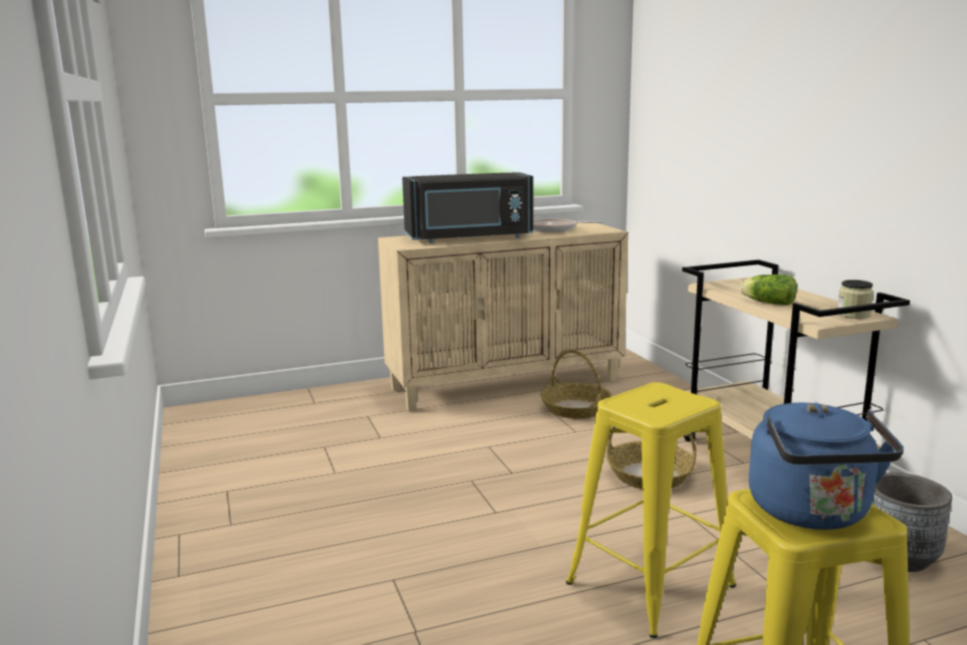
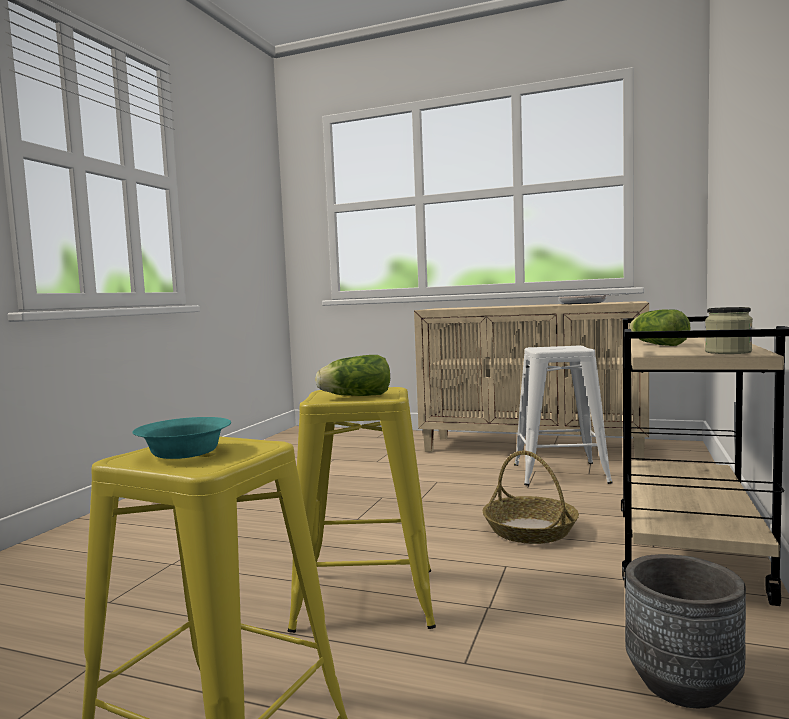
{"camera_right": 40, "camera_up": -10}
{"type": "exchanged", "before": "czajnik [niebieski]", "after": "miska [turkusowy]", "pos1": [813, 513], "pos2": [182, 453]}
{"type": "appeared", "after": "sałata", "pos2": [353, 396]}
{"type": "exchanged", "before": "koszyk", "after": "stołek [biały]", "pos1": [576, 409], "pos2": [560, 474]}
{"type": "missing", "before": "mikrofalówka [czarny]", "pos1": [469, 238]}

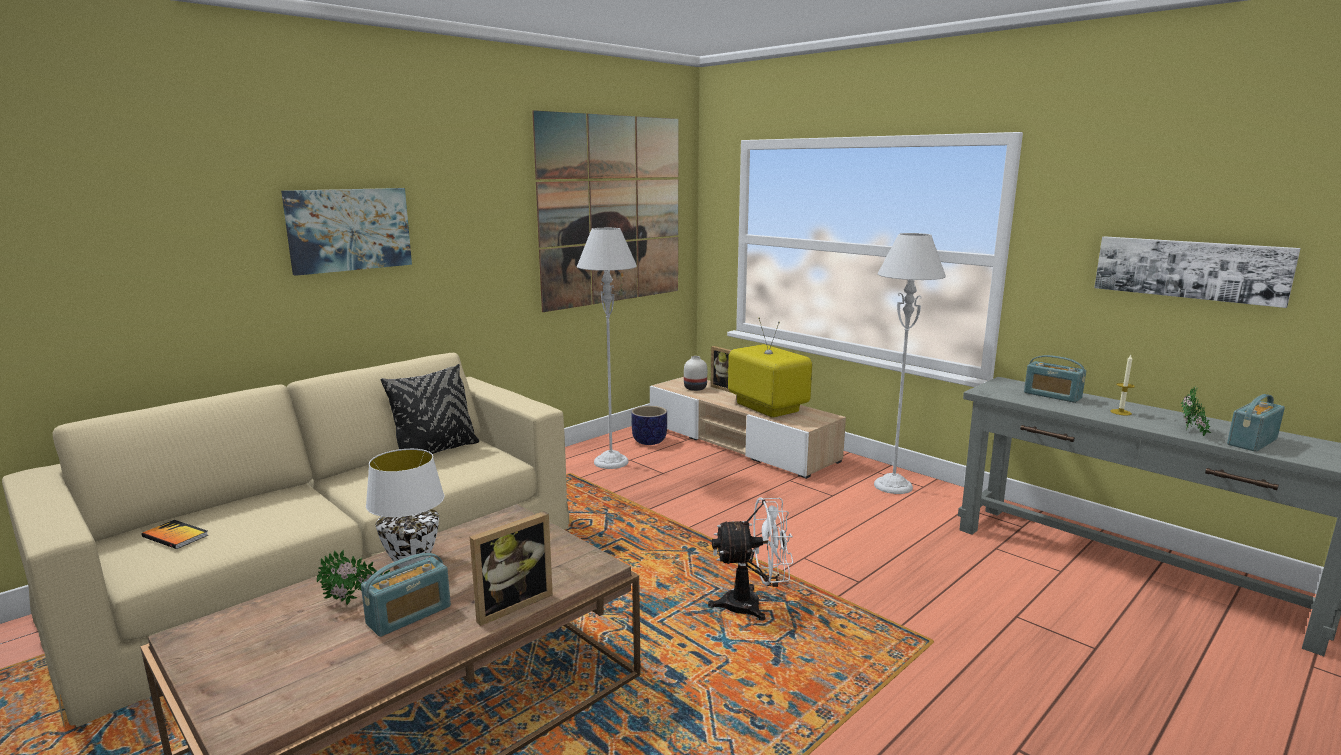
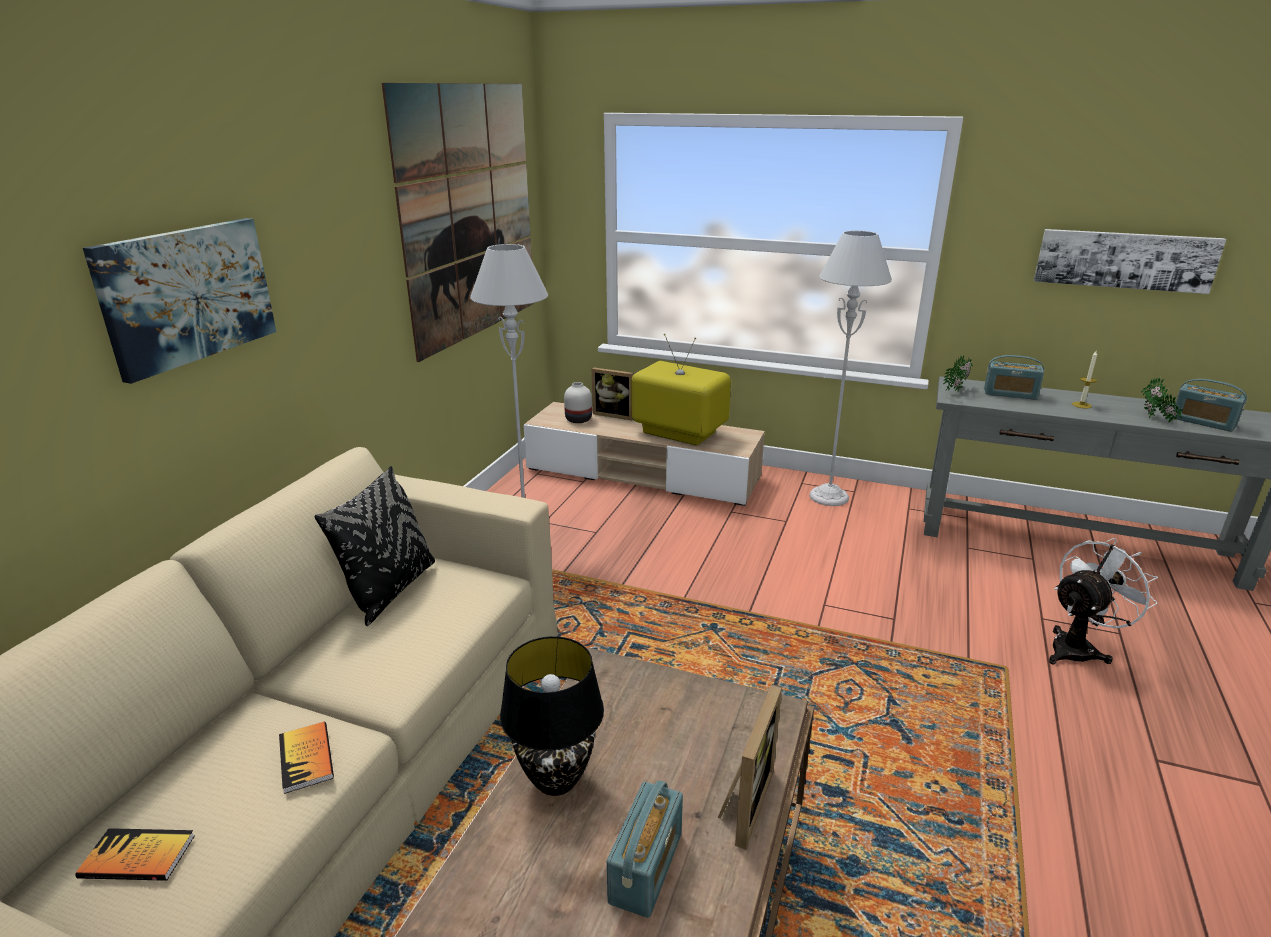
{"camera_right": -25, "camera_up": 10}
{"type": "appeared", "after": "książka", "pos2": [306, 758]}
{"type": "colour", "before": "lampa stołowa [biały]", "after": "lampa stołowa [czarny]", "pos1": [411, 561], "pos2": [556, 781]}
{"type": "relocated", "before": "roślina doniczkowa", "pos1": [356, 601], "pos2": [957, 390]}
{"type": "relocated", "before": "wentylator [biały]", "pos1": [752, 605], "pos2": [1078, 648]}
{"type": "spun", "before": "radio", "pos1": [1251, 442], "pos2": [1203, 422], "turn": -75}
{"type": "missing", "before": "donica", "pos1": [649, 441]}

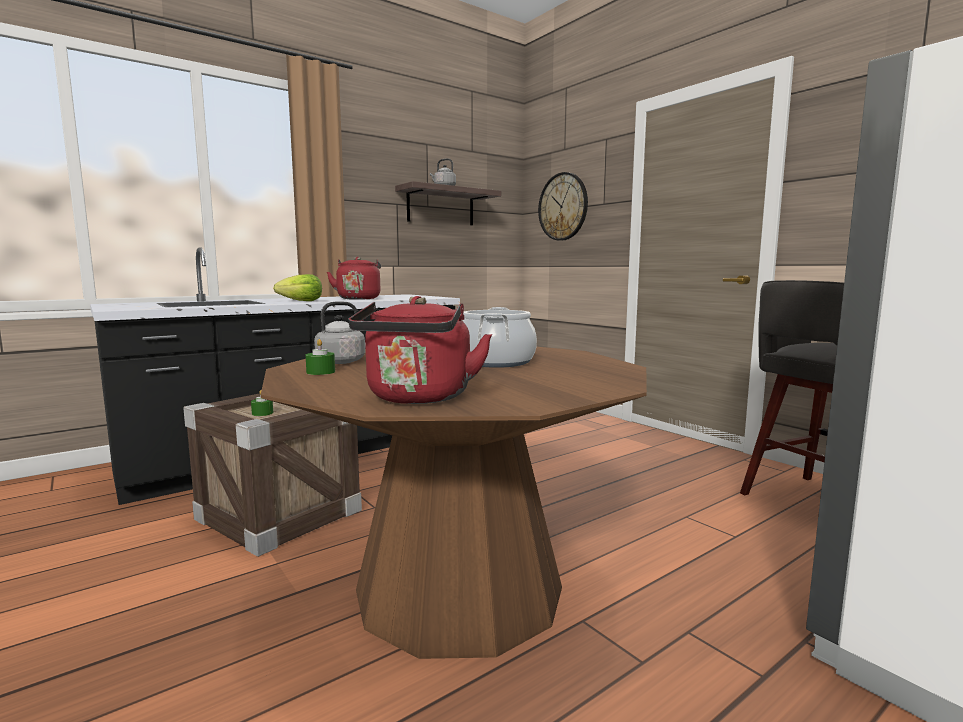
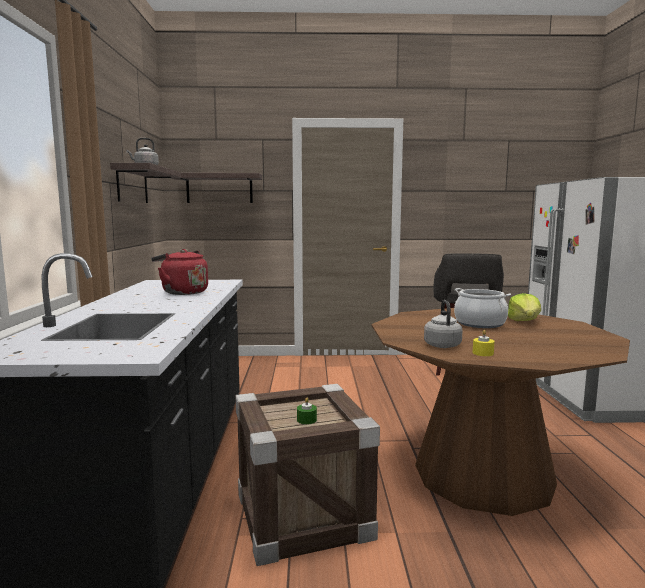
{"camera_right": -55, "camera_up": 0}
{"type": "exchanged", "before": "zegar ścienny", "after": "półka", "pos1": [563, 207], "pos2": [219, 189]}
{"type": "colour", "before": "świeca [zielony]", "after": "świeca [żółty]", "pos1": [320, 372], "pos2": [483, 353]}
{"type": "relocated", "before": "sałata", "pos1": [301, 301], "pos2": [524, 321]}
{"type": "missing", "before": "czajnik [czerwony]", "pos1": [418, 398]}

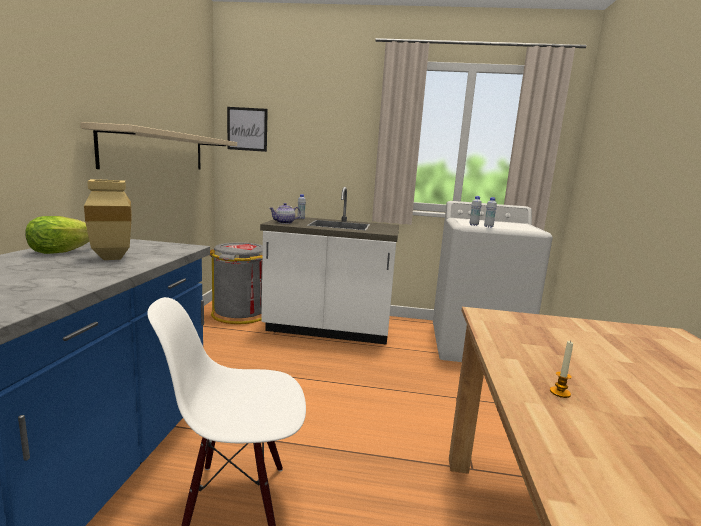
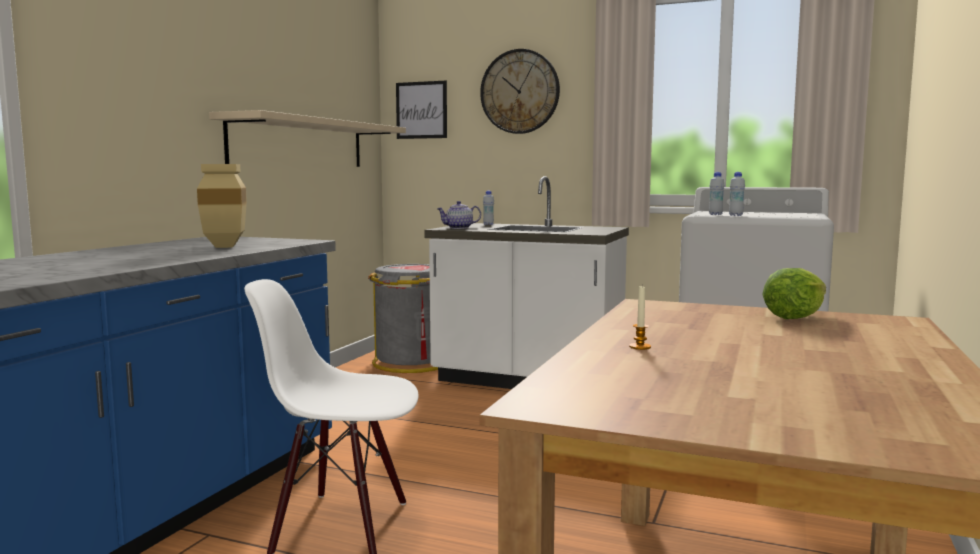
{"camera_right": 15, "camera_up": -5}
{"type": "appeared", "after": "zegar ścienny", "pos2": [520, 91]}
{"type": "relocated", "before": "sałata", "pos1": [60, 252], "pos2": [794, 317]}

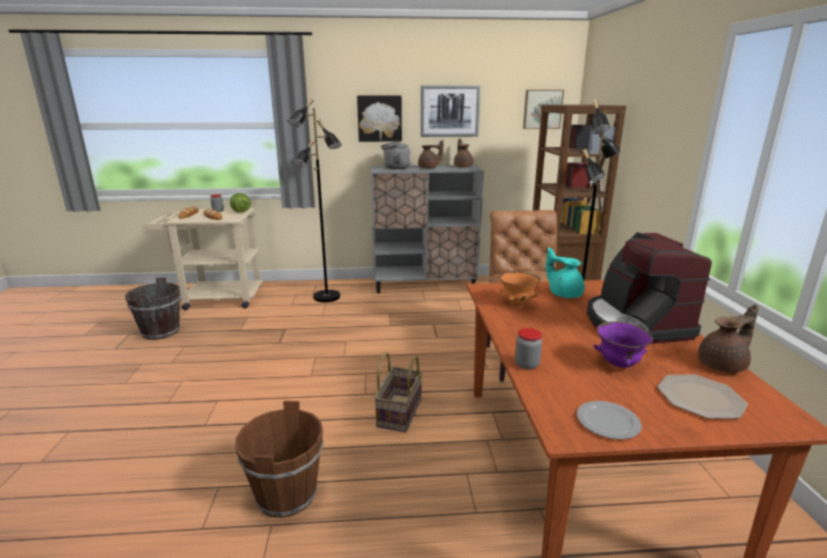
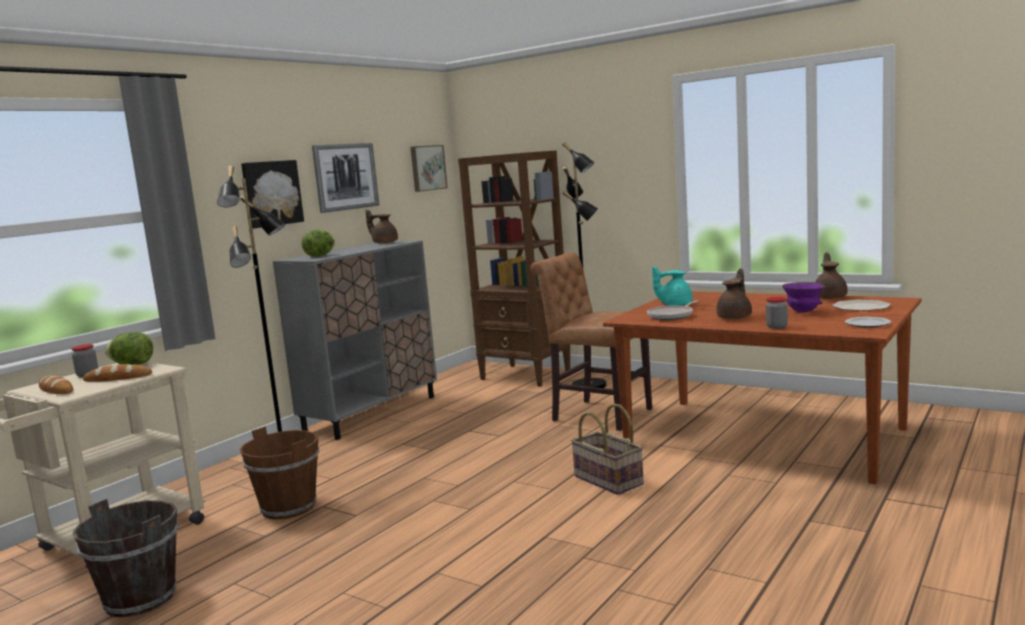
{"camera_right": -50, "camera_up": -10}
{"type": "relocated", "before": "wiadro [brązowy]", "pos1": [287, 495], "pos2": [289, 507]}
{"type": "exchanged", "before": "czajnik [szary]", "after": "sałata", "pos1": [395, 168], "pos2": [320, 255]}
{"type": "exchanged", "before": "miska [pomarańczowy]", "after": "patelnia", "pos1": [518, 303], "pos2": [672, 316]}
{"type": "relocated", "before": "imbryk [brązowy]", "pos1": [429, 168], "pos2": [735, 317]}
{"type": "missing", "before": "ekspres do kawy", "pos1": [635, 323]}

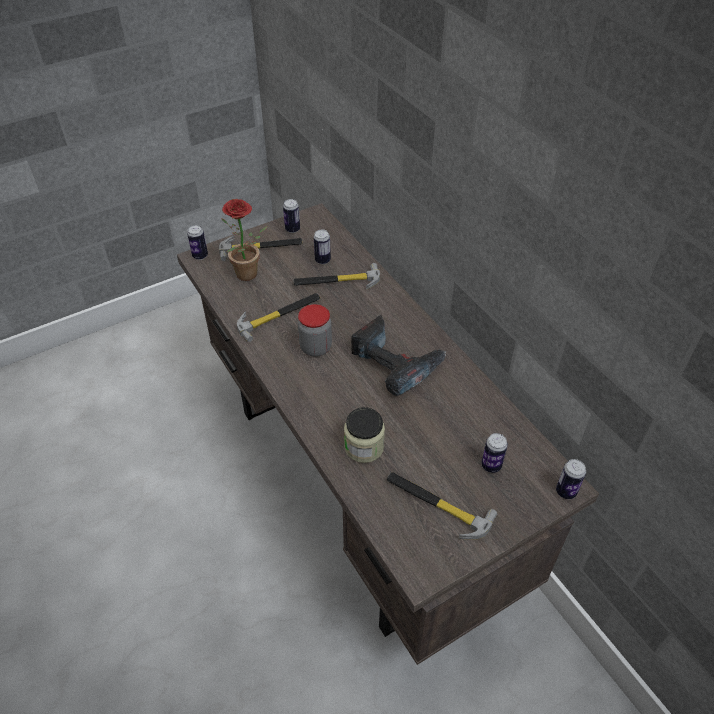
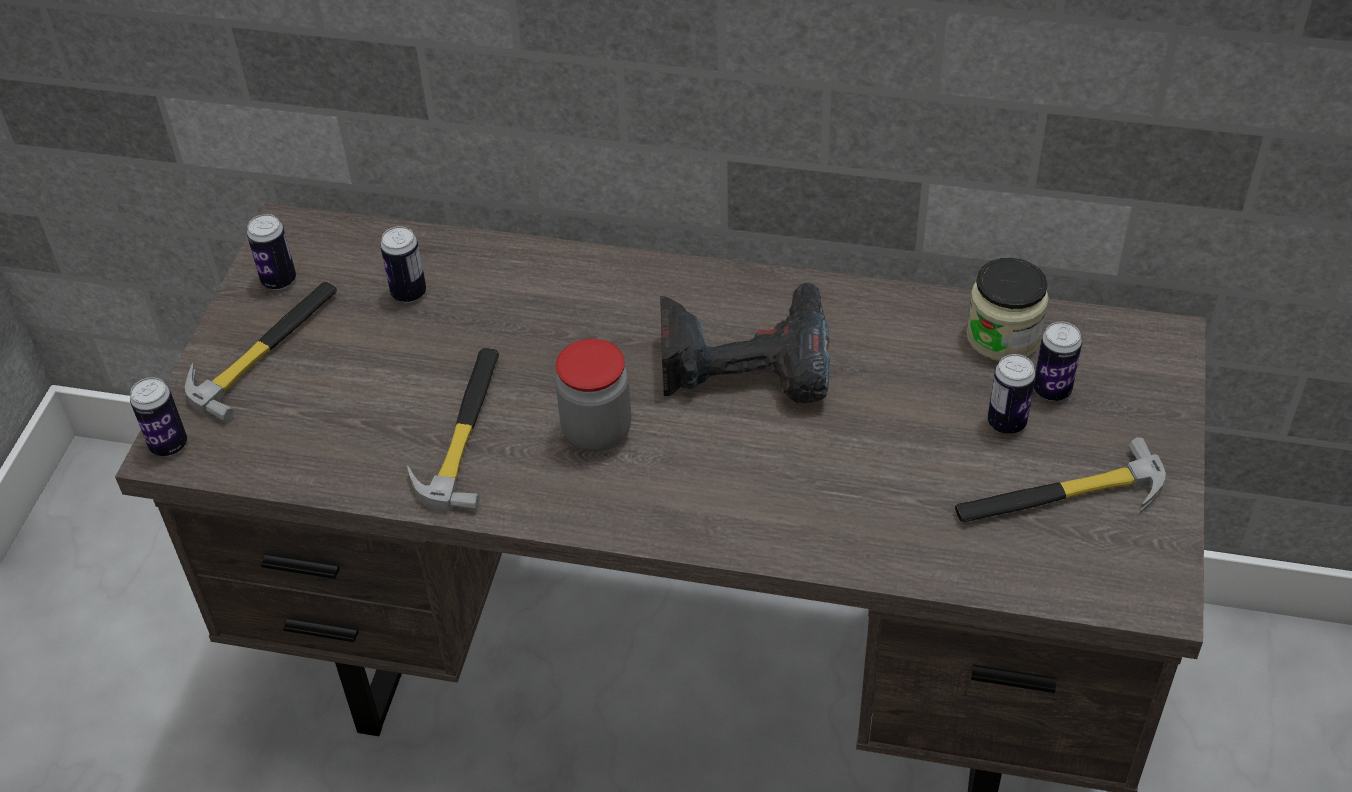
{"camera_right": -45, "camera_up": 0}
{"type": "relocated", "before": "słoik", "pos1": [364, 447], "pos2": [1003, 336]}
{"type": "relocated", "before": "puszka", "pos1": [566, 491], "pos2": [1006, 423]}
{"type": "missing", "before": "roślina doniczkowa", "pos1": [248, 277]}
{"type": "missing", "before": "młotek", "pos1": [337, 281]}

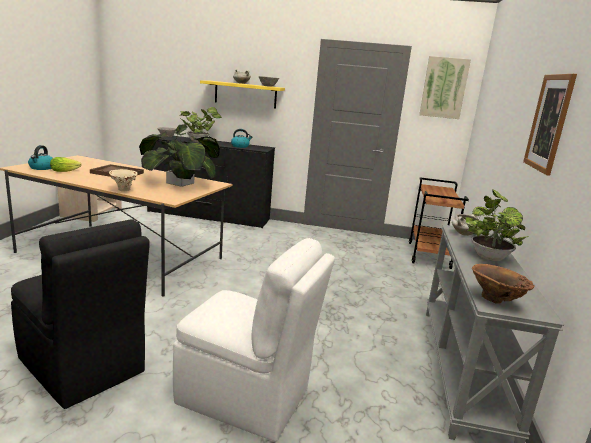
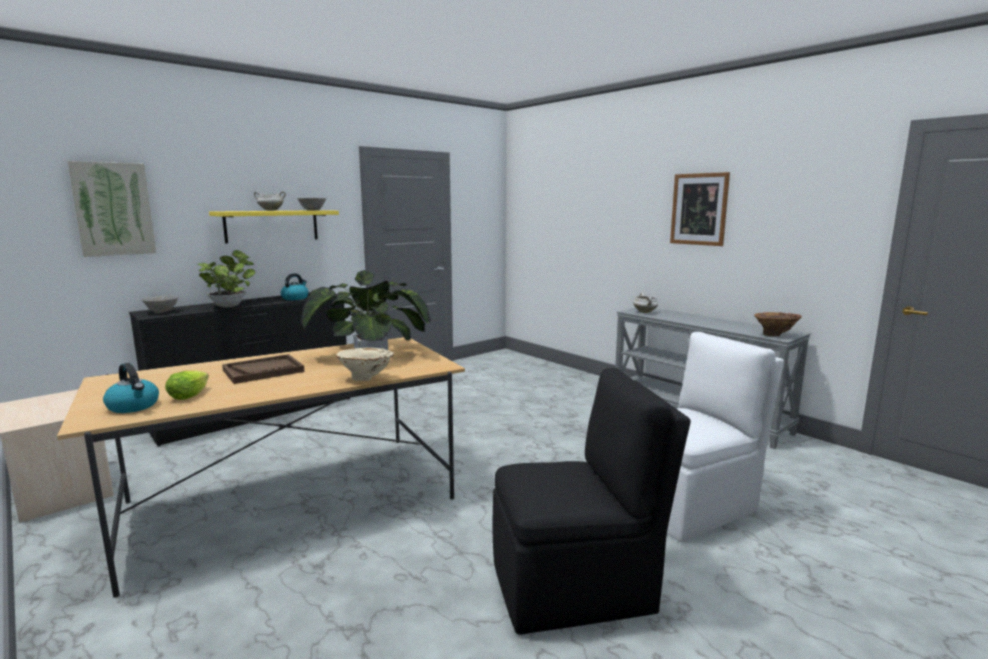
{"camera_right": -50, "camera_up": -5}
{"type": "relocated", "before": "obraz", "pos1": [444, 88], "pos2": [113, 209]}
{"type": "missing", "before": "wózek [brązowy]", "pos1": [429, 255]}
{"type": "missing", "before": "roślina doniczkowa", "pos1": [488, 256]}

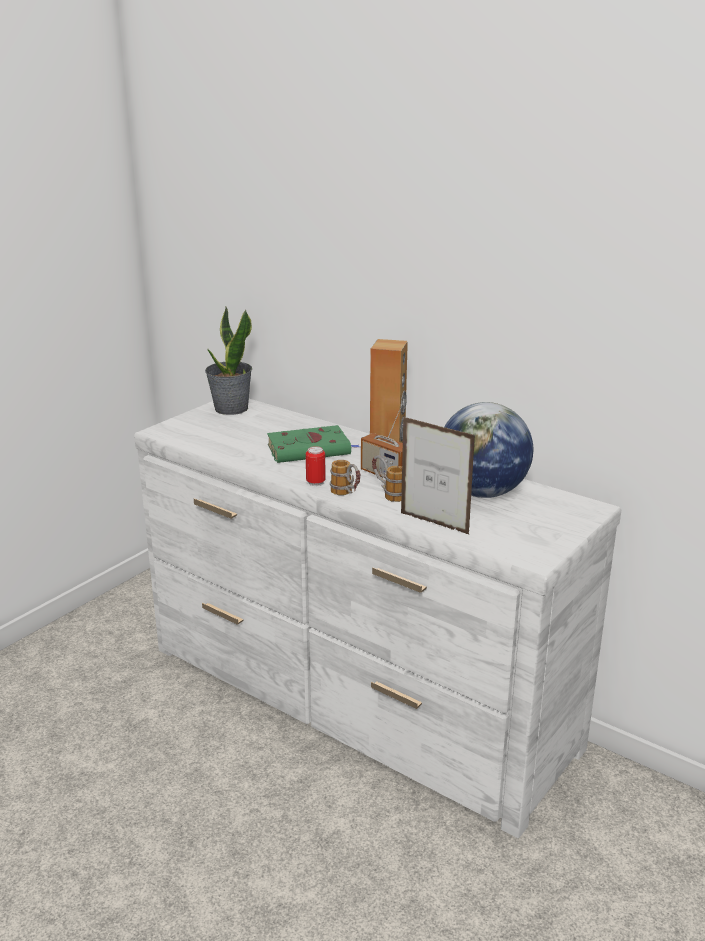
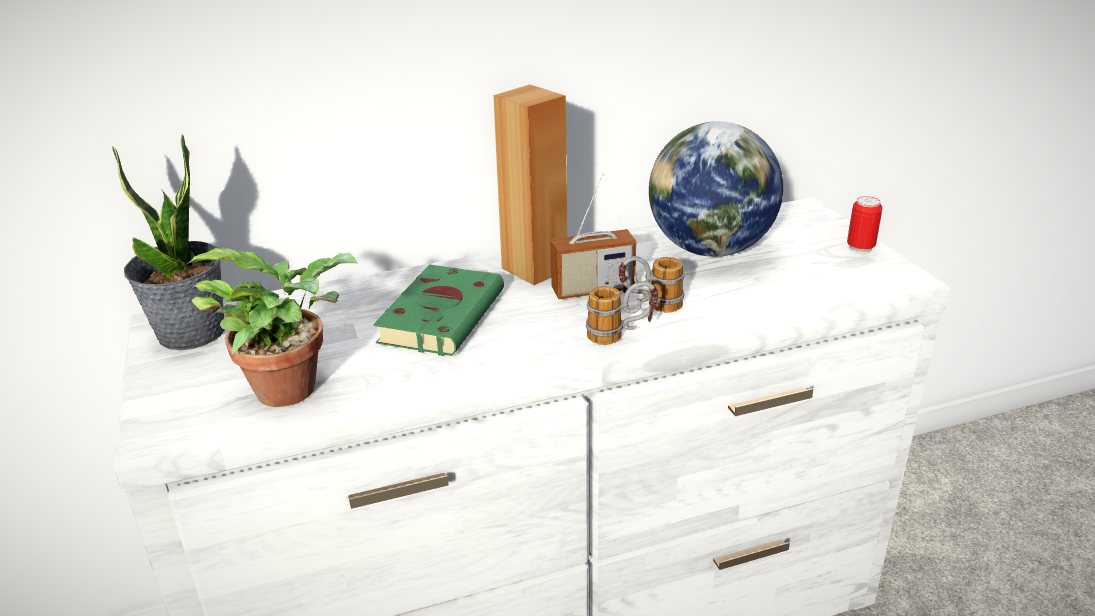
{"camera_right": -55, "camera_up": 5}
{"type": "appeared", "after": "roślina doniczkowa", "pos2": [295, 388]}
{"type": "relocated", "before": "puszka", "pos1": [315, 482], "pos2": [860, 248]}
{"type": "missing", "before": "ramka na zdjęcie", "pos1": [434, 523]}

